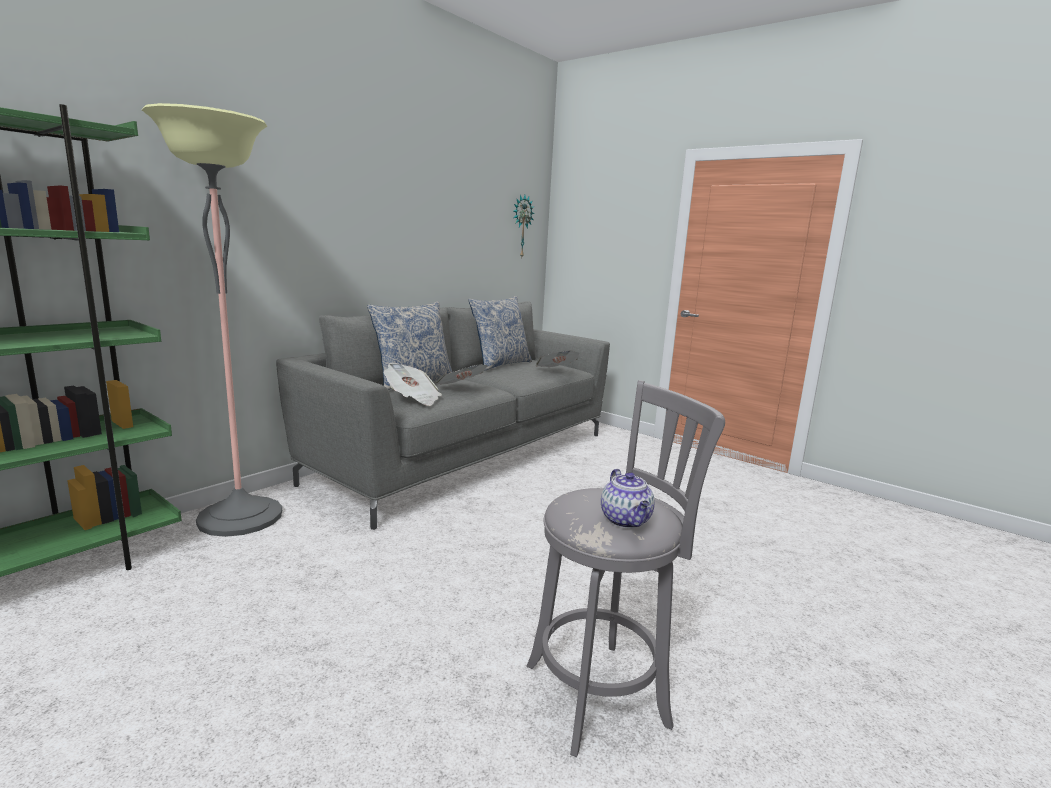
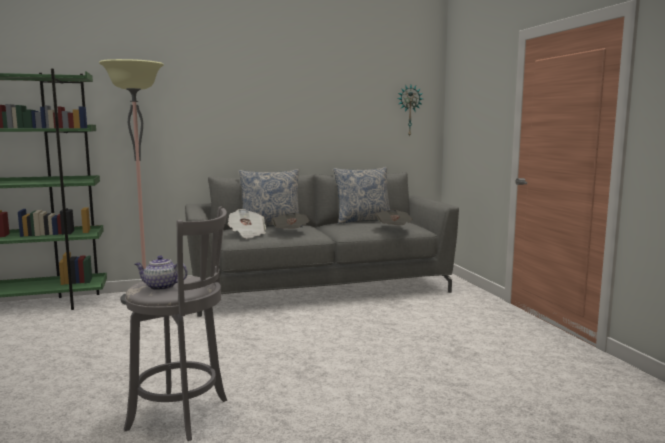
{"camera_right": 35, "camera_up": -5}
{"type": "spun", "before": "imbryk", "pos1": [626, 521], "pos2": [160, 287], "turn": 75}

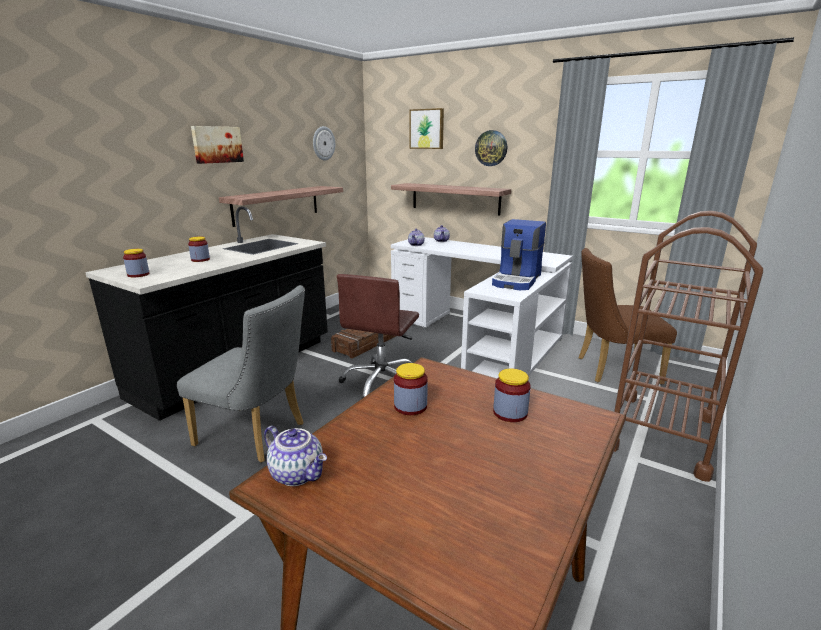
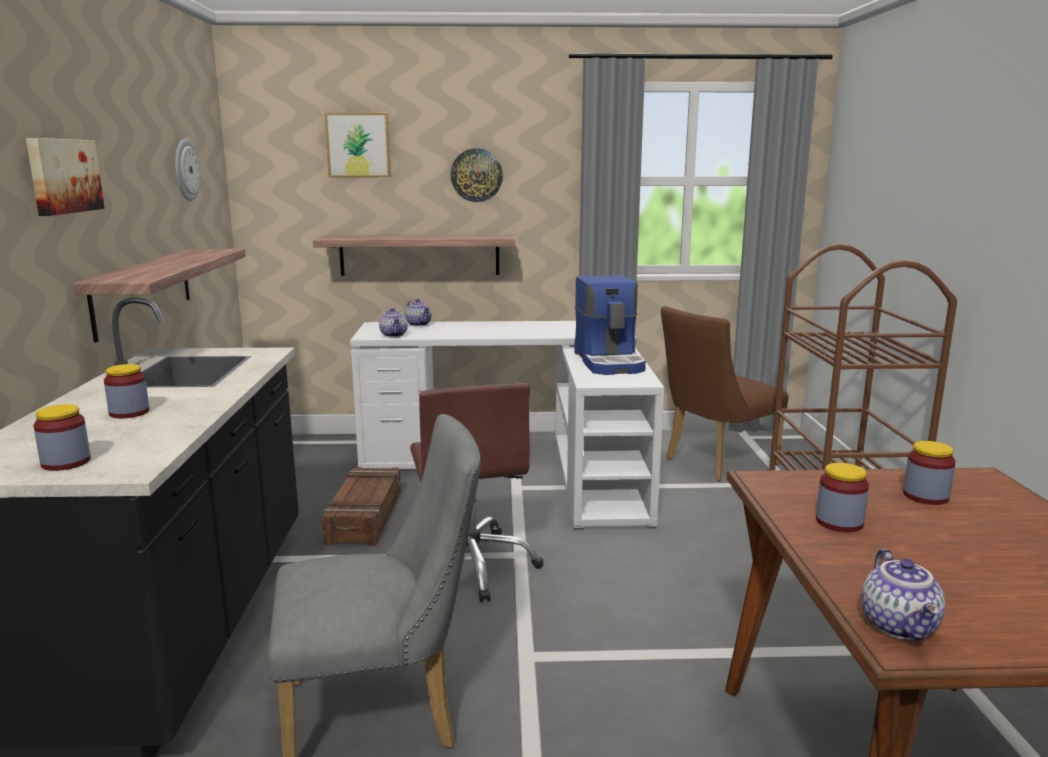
{"camera_right": -35, "camera_up": -5}
{"type": "spun", "before": "imbryk", "pos1": [298, 473], "pos2": [901, 626], "turn": 90}

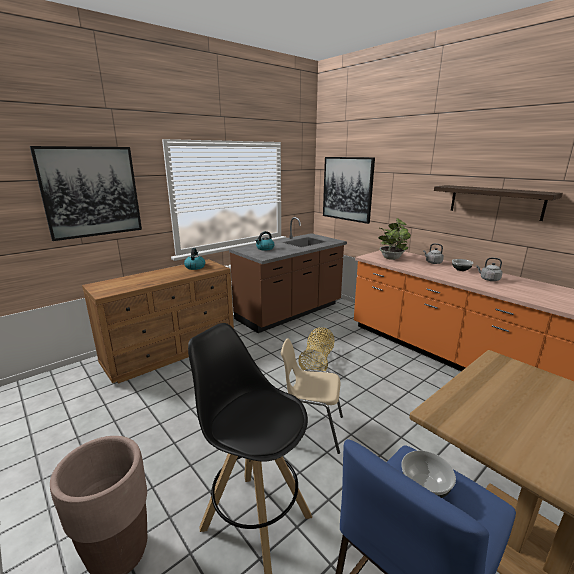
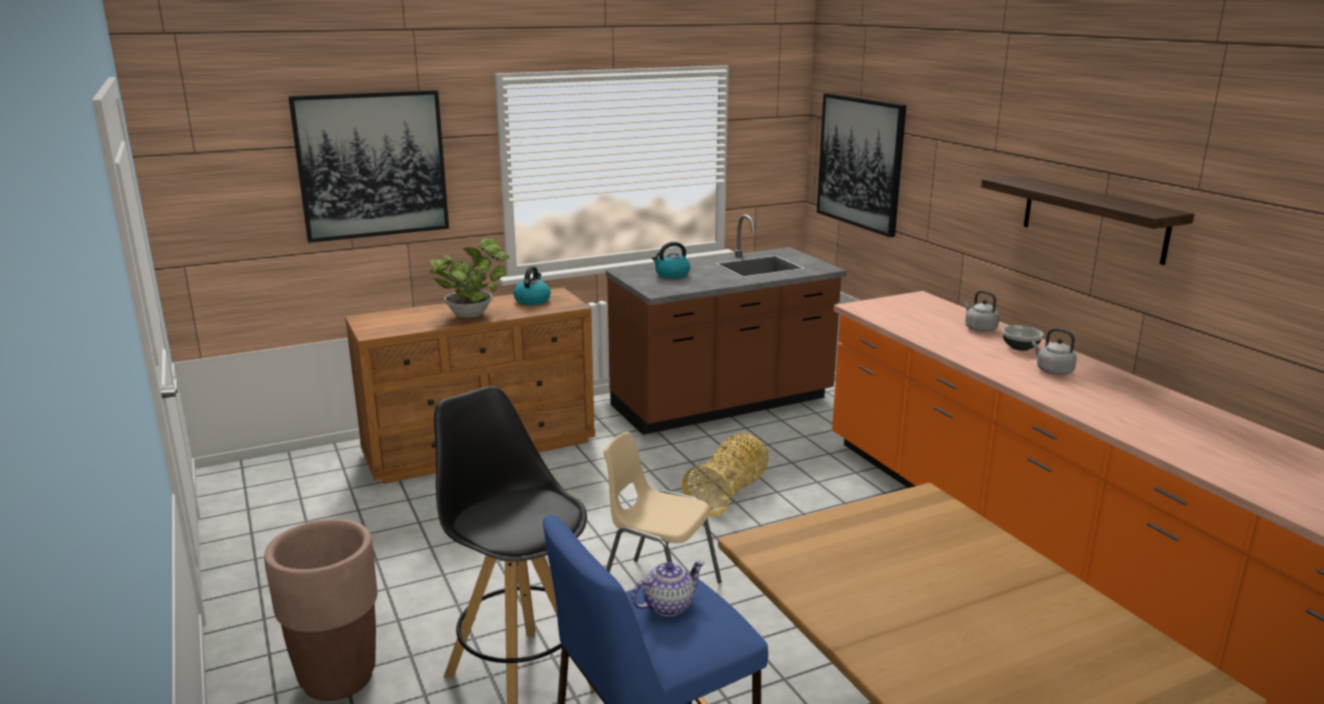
{"camera_right": 15, "camera_up": 0}
{"type": "relocated", "before": "roślina doniczkowa", "pos1": [391, 257], "pos2": [472, 314]}
{"type": "exchanged", "before": "miska", "after": "imbryk", "pos1": [424, 486], "pos2": [668, 605]}

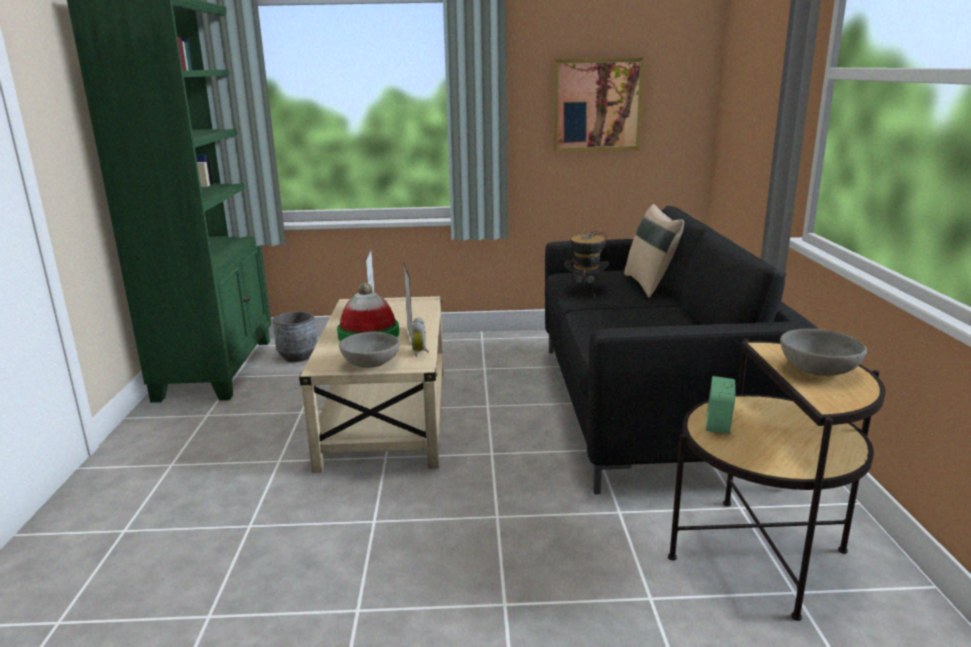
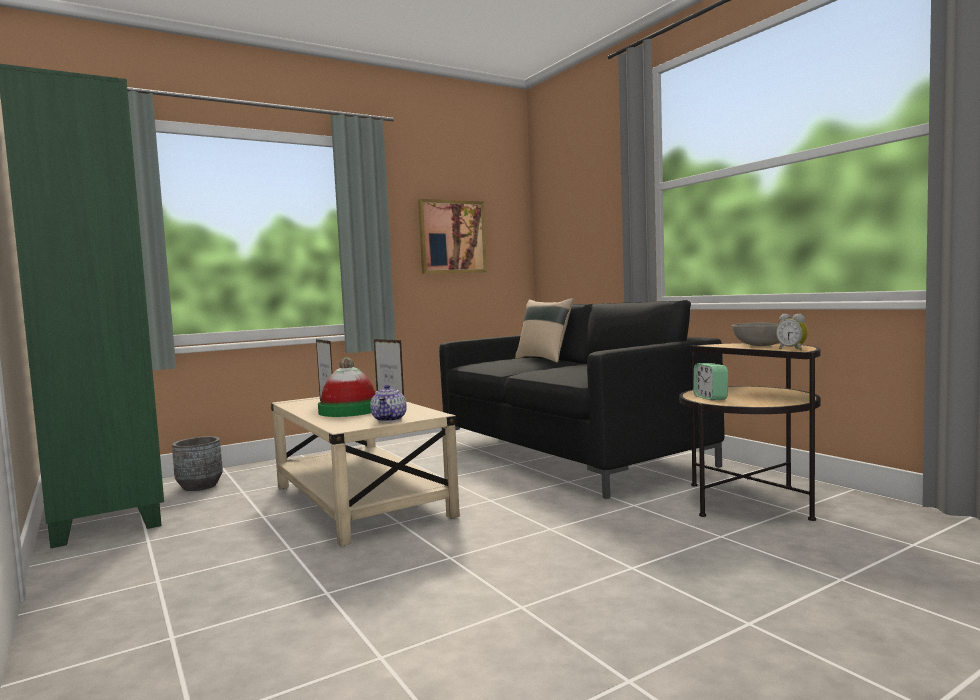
{"camera_right": -30, "camera_up": -15}
{"type": "exchanged", "before": "miska [szary]", "after": "imbryk", "pos1": [372, 363], "pos2": [390, 419]}
{"type": "relocated", "before": "budzik", "pos1": [421, 352], "pos2": [792, 349]}
{"type": "missing", "before": "kapelusz", "pos1": [585, 290]}

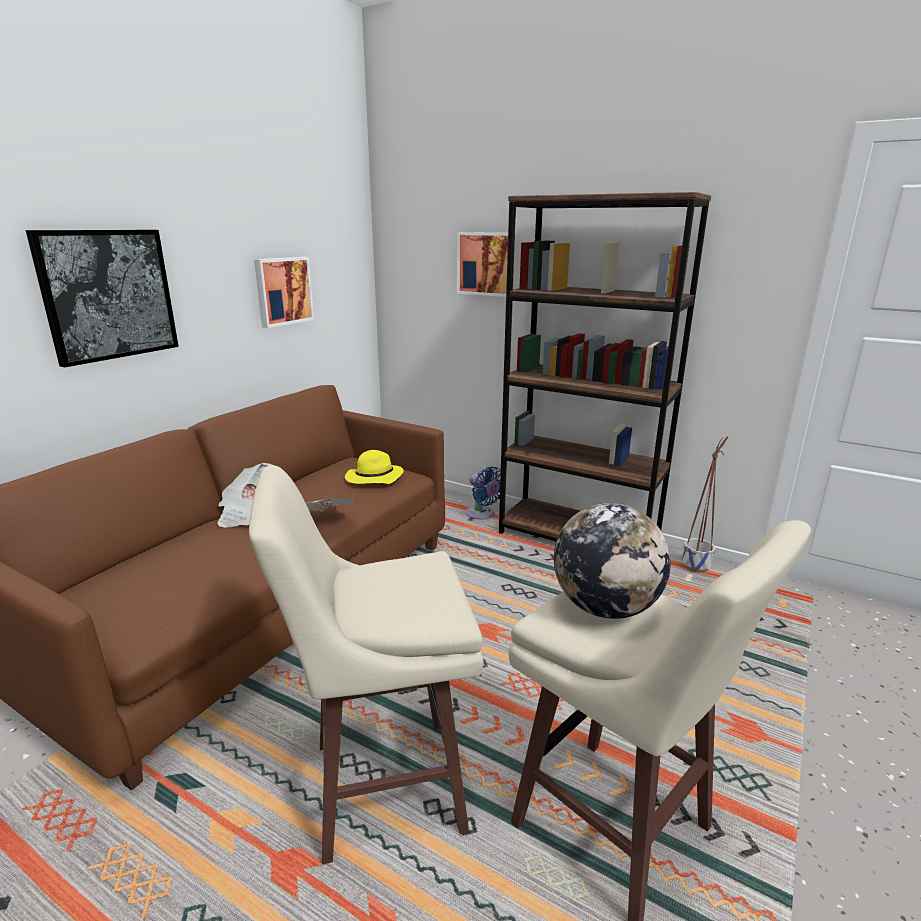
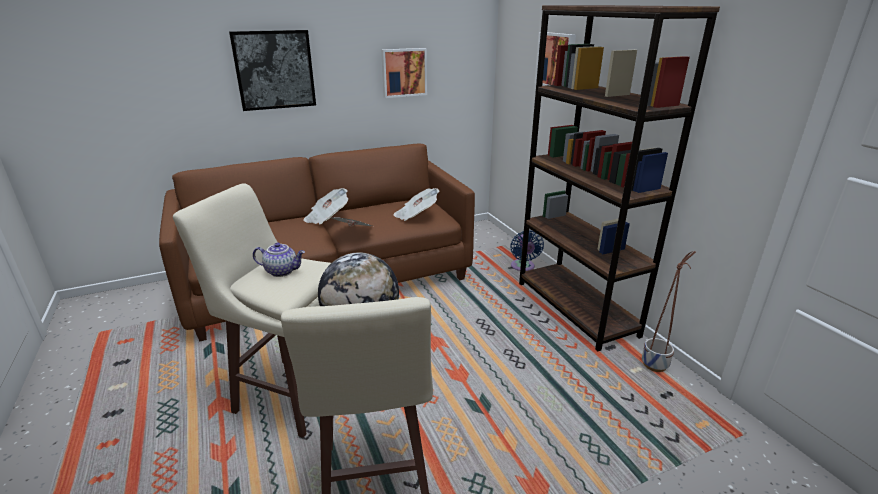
{"camera_right": 35, "camera_up": 5}
{"type": "appeared", "after": "imbryk", "pos2": [282, 271]}
{"type": "exchanged", "before": "kapelusz [żółty]", "after": "gazeta", "pos1": [373, 478], "pos2": [416, 215]}

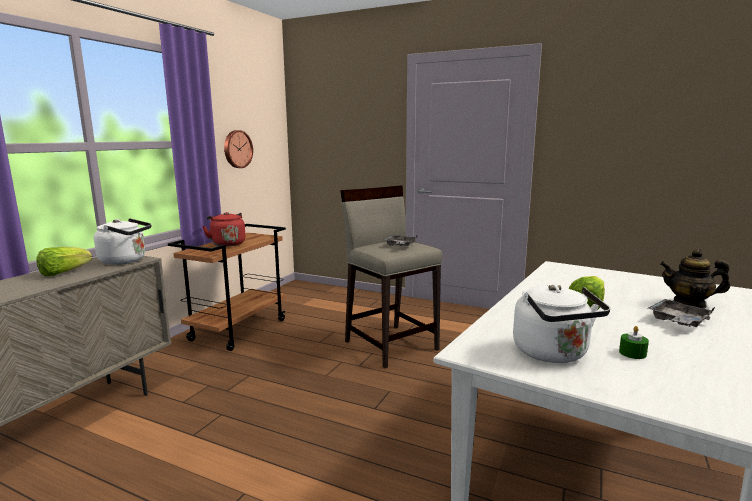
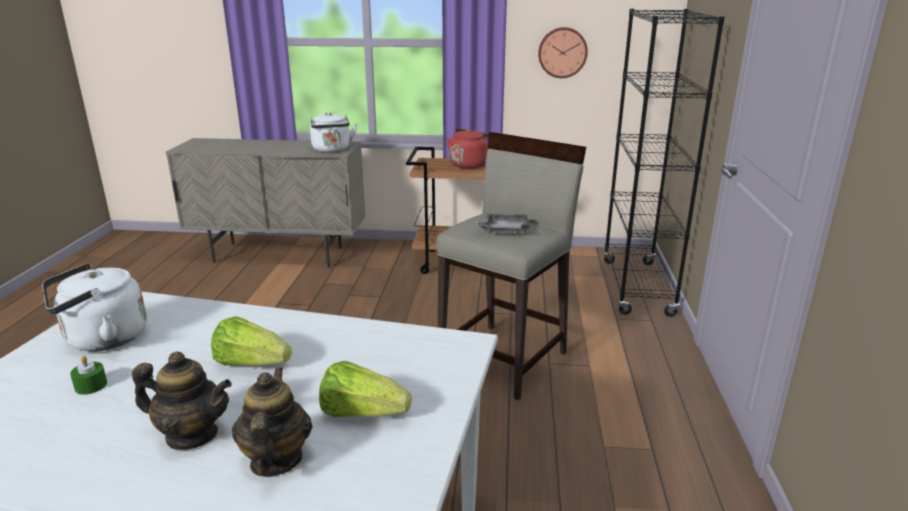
{"camera_right": 70, "camera_up": 10}
{"type": "exchanged", "before": "taca [szary]", "after": "imbryk", "pos1": [678, 321], "pos2": [192, 435]}
{"type": "relocated", "before": "sałata", "pos1": [64, 273], "pos2": [362, 413]}
{"type": "appeared", "after": "regał [czarny]", "pos2": [637, 287]}

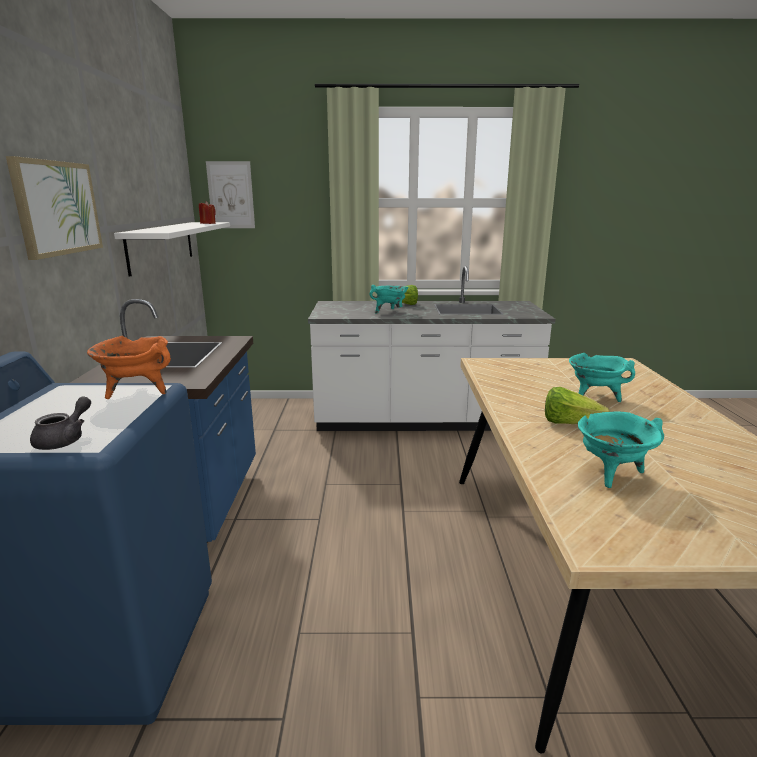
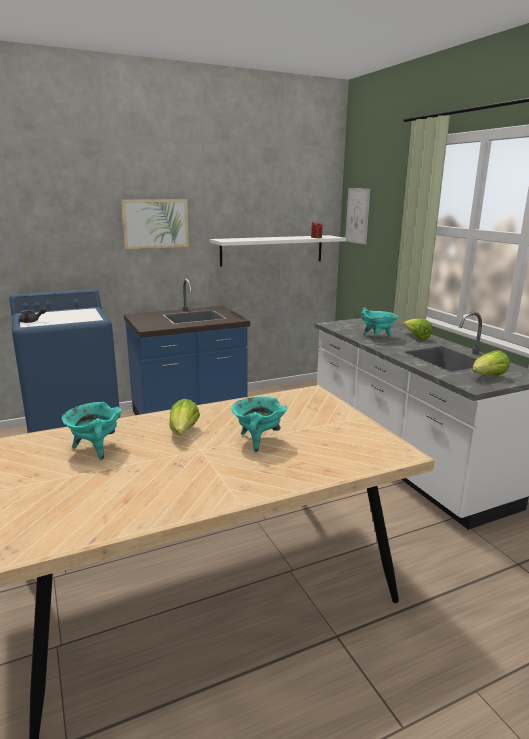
{"camera_right": 65, "camera_up": 0}
{"type": "appeared", "after": "sałata", "pos2": [488, 377]}
{"type": "missing", "before": "garnek [pomarańczowy]", "pos1": [137, 392]}

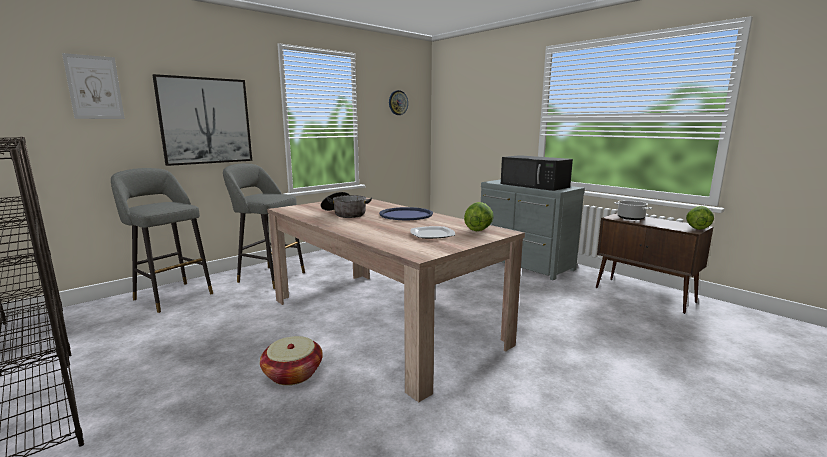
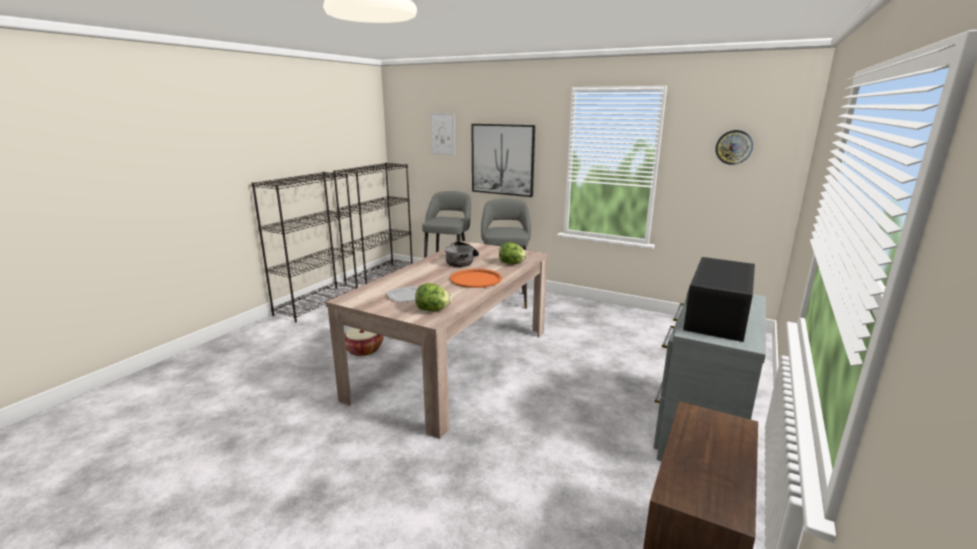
{"camera_right": 70, "camera_up": 5}
{"type": "colour", "before": "taca [niebieski]", "after": "taca [pomarańczowy]", "pos1": [406, 215], "pos2": [476, 279]}
{"type": "relocated", "before": "sałata", "pos1": [697, 228], "pos2": [511, 263]}
{"type": "missing", "before": "garnek", "pos1": [631, 218]}

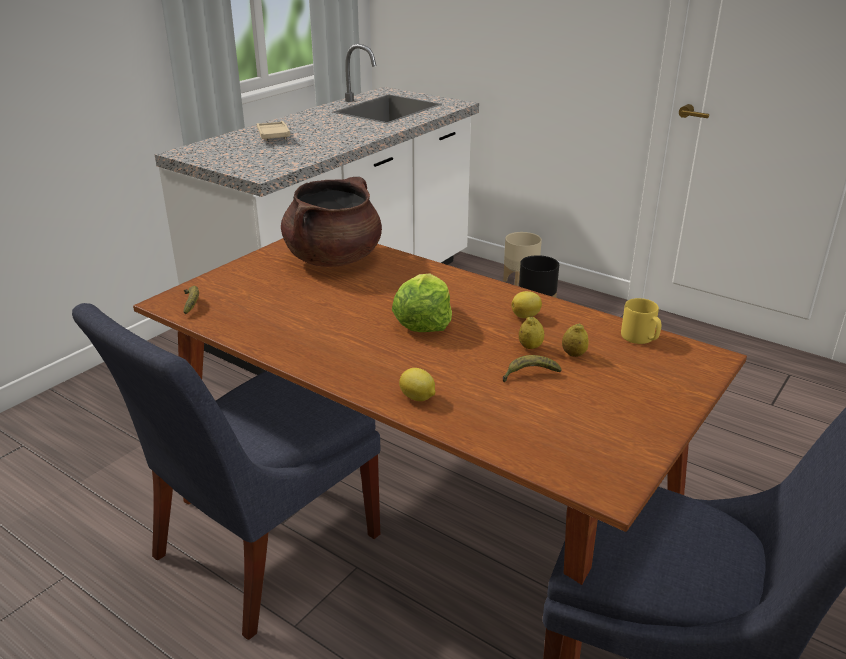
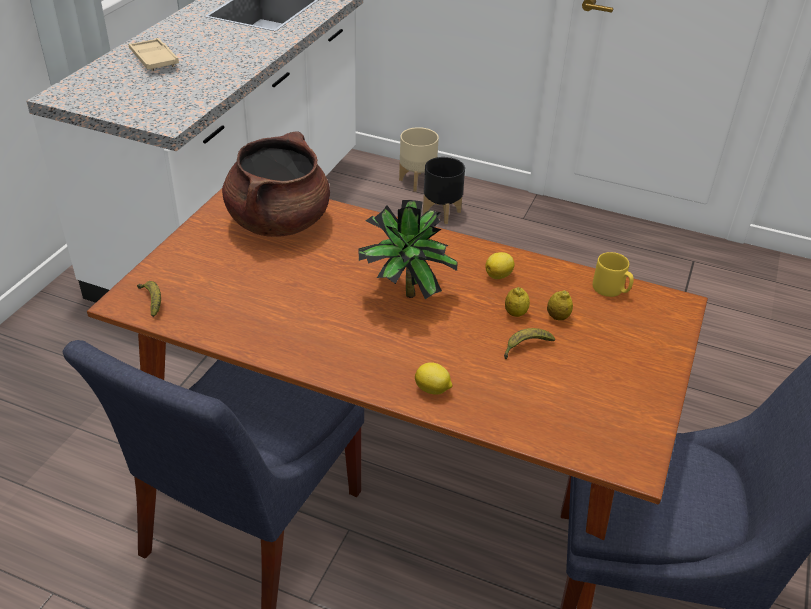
{"camera_right": -15, "camera_up": 10}
{"type": "exchanged", "before": "sałata", "after": "roślina doniczkowa", "pos1": [423, 322], "pos2": [402, 295]}

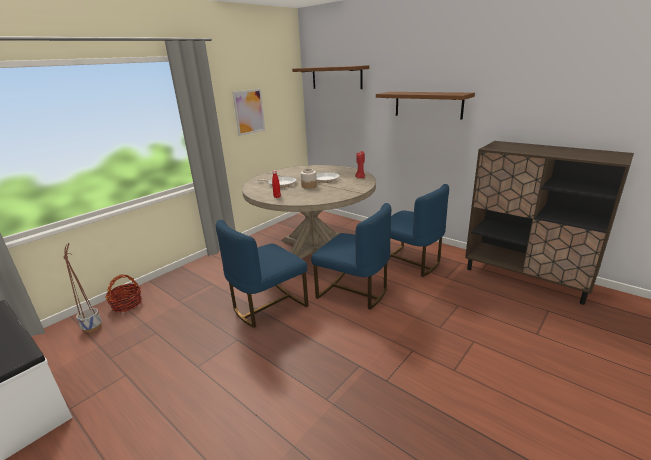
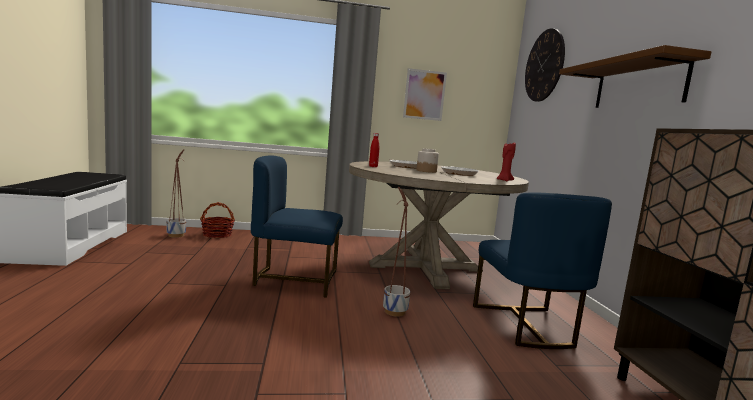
{"camera_right": 40, "camera_up": -15}
{"type": "exchanged", "before": "krzesło [niebieski]", "after": "donica", "pos1": [353, 292], "pos2": [395, 312]}
{"type": "exchanged", "before": "półka [brązowy]", "after": "zegar ścienny", "pos1": [336, 77], "pos2": [544, 66]}

